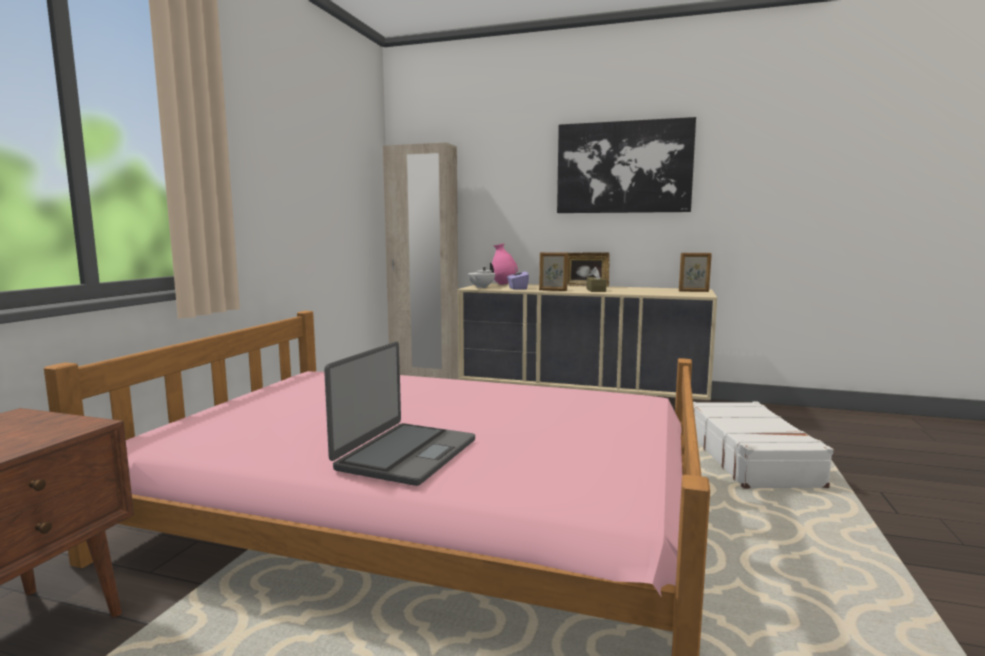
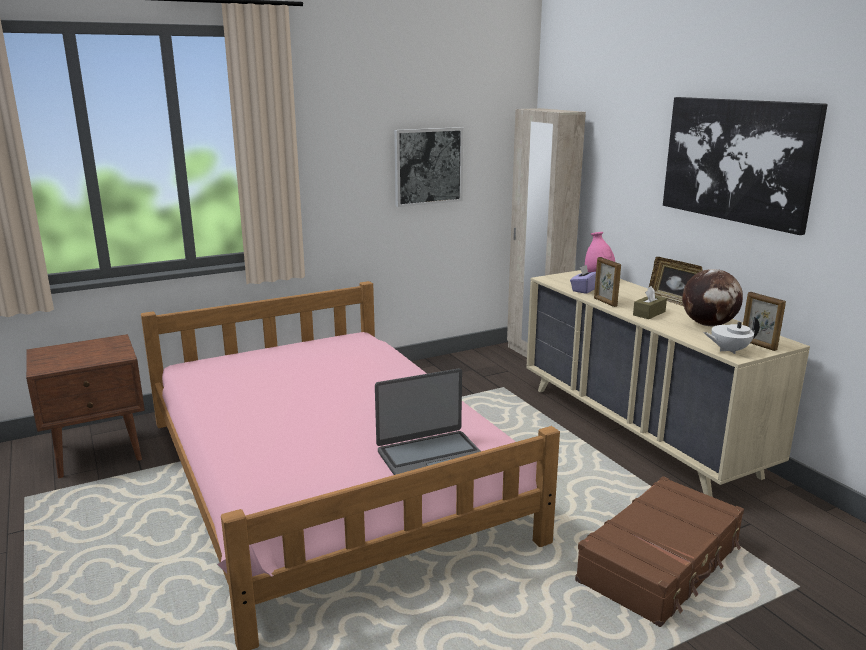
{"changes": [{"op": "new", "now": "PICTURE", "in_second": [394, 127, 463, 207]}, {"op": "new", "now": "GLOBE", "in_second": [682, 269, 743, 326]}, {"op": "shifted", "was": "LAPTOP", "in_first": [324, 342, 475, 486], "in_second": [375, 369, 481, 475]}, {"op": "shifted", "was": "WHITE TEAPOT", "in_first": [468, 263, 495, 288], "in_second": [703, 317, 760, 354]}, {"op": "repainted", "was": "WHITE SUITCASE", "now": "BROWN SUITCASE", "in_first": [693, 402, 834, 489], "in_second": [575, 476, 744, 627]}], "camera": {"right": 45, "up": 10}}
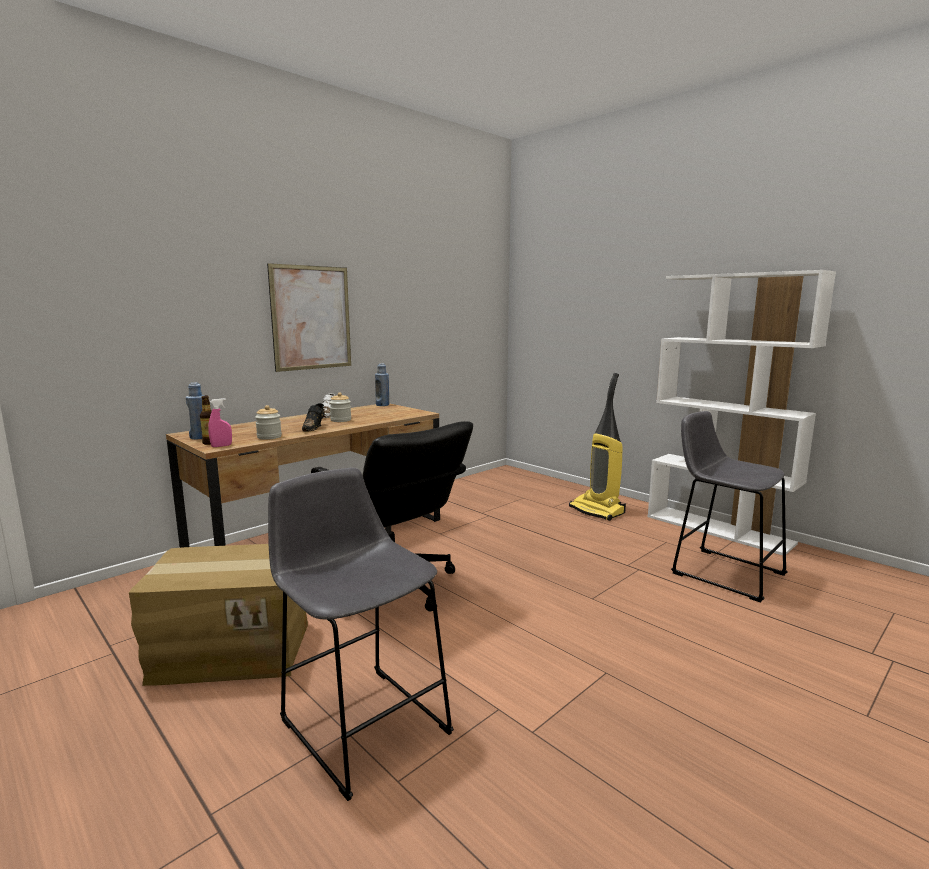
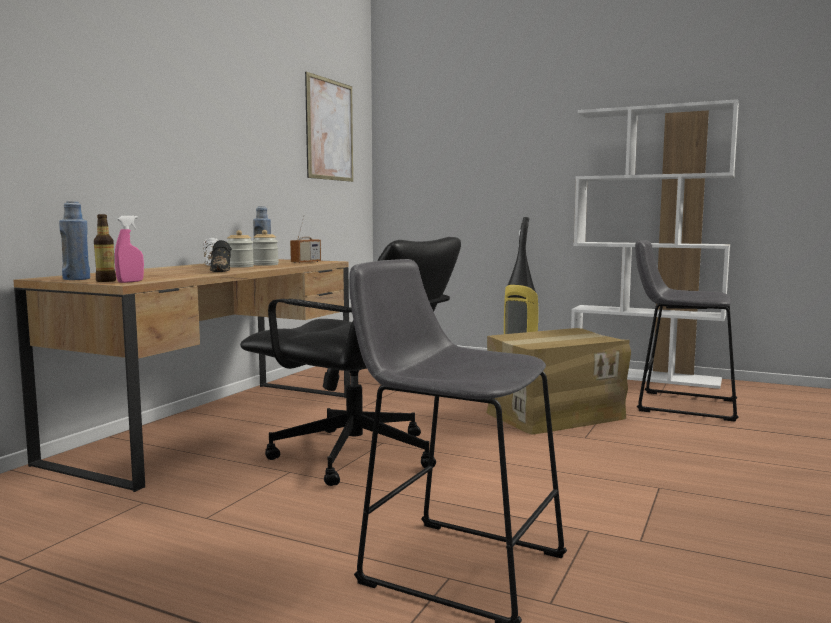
{"changes": [{"op": "new", "now": "RADIO", "in_second": [290, 217, 321, 263]}, {"op": "shifted", "was": "CARDBOARD BOX", "in_first": [129, 544, 308, 686], "in_second": [486, 328, 631, 435]}, {"op": "shifted", "was": "JAR", "in_first": [255, 405, 282, 440], "in_second": [252, 230, 279, 266]}, {"op": "shifted", "was": "PICTURE", "in_first": [267, 263, 351, 372], "in_second": [305, 72, 353, 182]}], "camera": {"right": -20, "up": -5}}
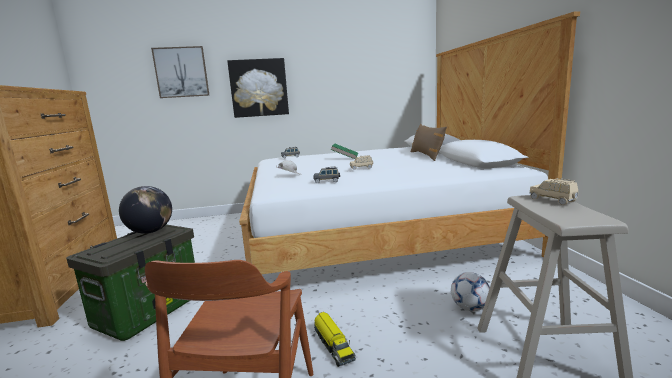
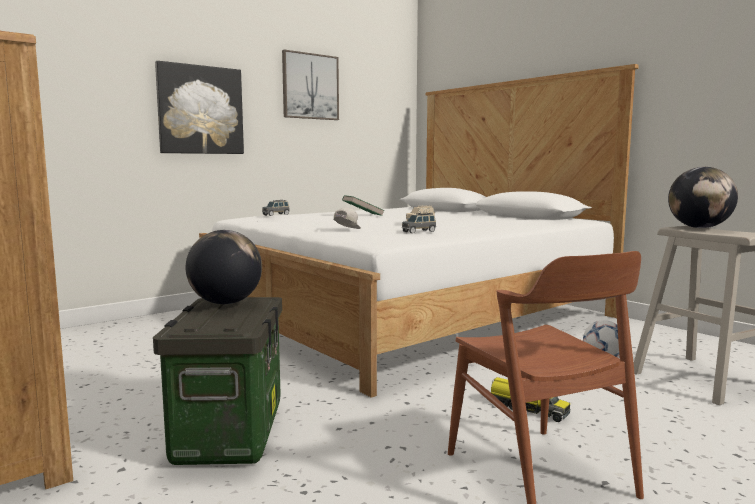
{"changes": [{"op": "gone", "was": "BROWN PILLOW", "in_first": [411, 124, 447, 161]}, {"op": "shifted", "was": "PICTURE", "in_first": [151, 46, 210, 98], "in_second": [282, 50, 339, 120]}, {"op": "swapped", "was": "BEIGE TOY CAR", "now": "GLOBE", "in_first": [529, 178, 578, 205], "in_second": [668, 167, 738, 228]}], "camera": {"right": -30, "up": -5}}
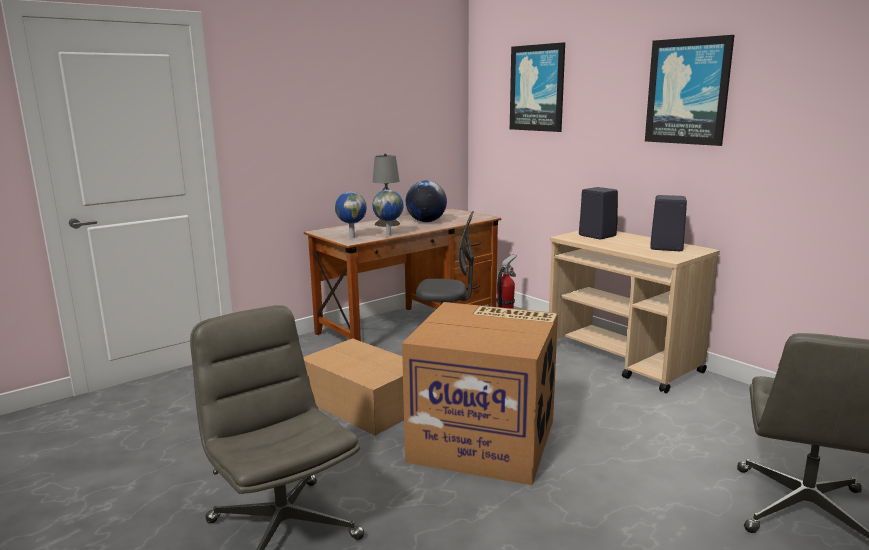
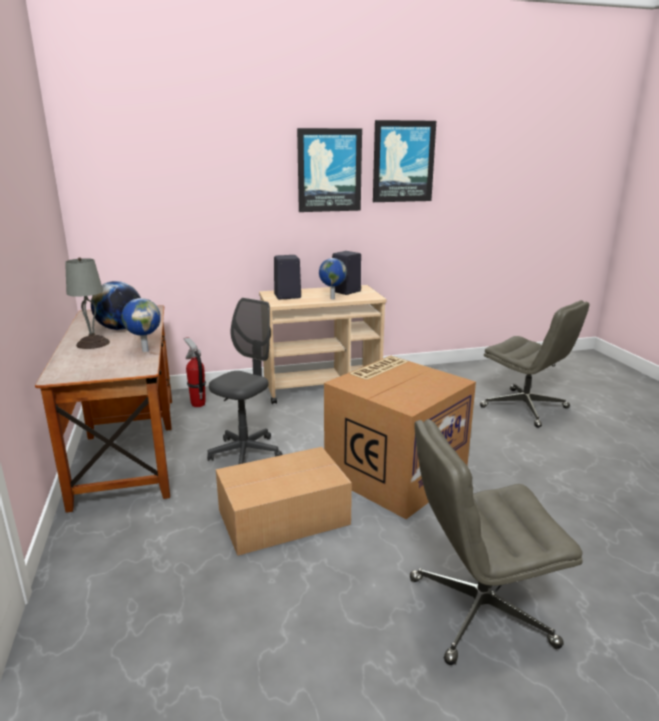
{"changes": [{"op": "shifted", "was": "GLOBE", "in_first": [335, 192, 367, 238], "in_second": [319, 258, 347, 300]}, {"op": "shifted", "was": "PICTURE", "in_first": [510, 42, 565, 132], "in_second": [373, 120, 436, 202]}], "camera": {"right": -65, "up": 5}}
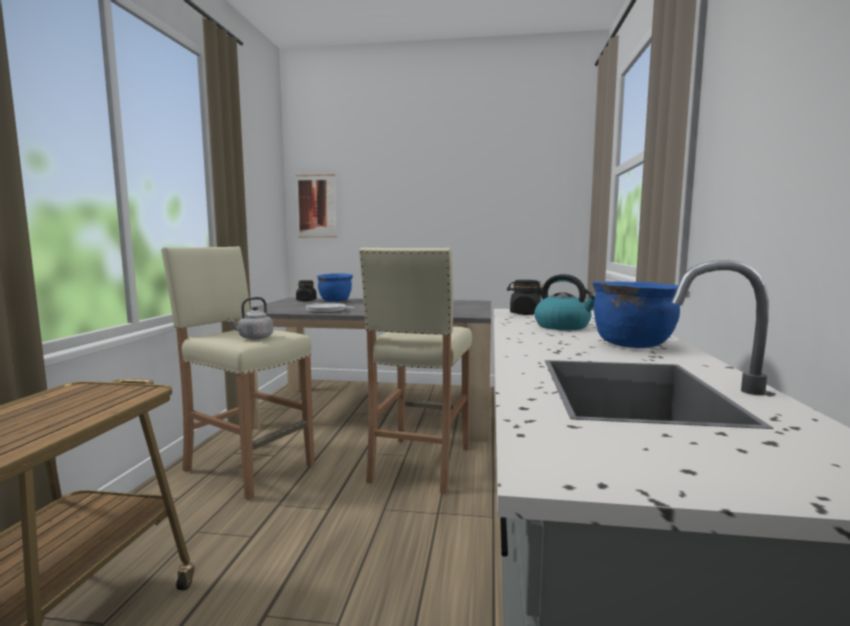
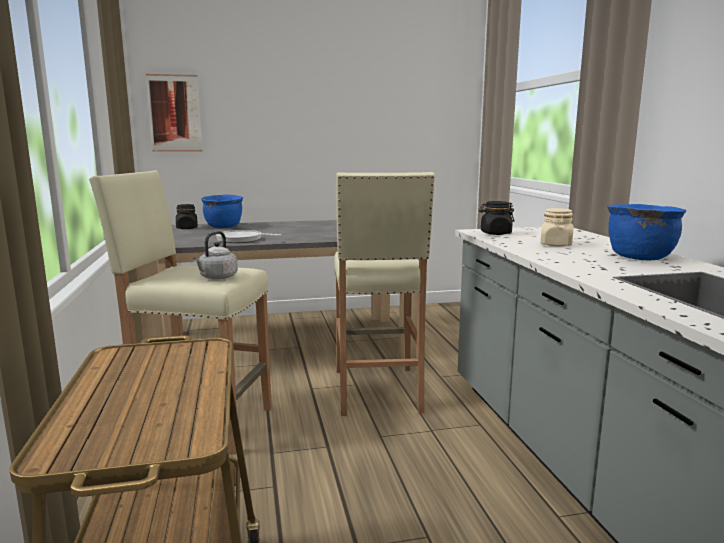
{"changes": [{"op": "swapped", "was": "KETTLE", "now": "BEIGE JAR", "in_first": [534, 274, 595, 330], "in_second": [541, 208, 573, 247]}], "camera": {"right": -20, "up": 5}}
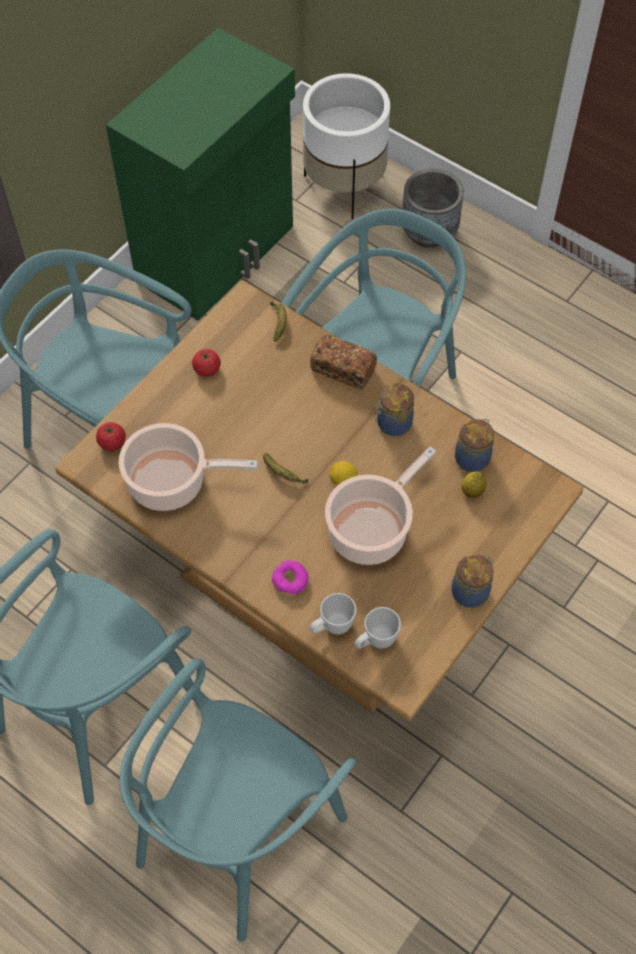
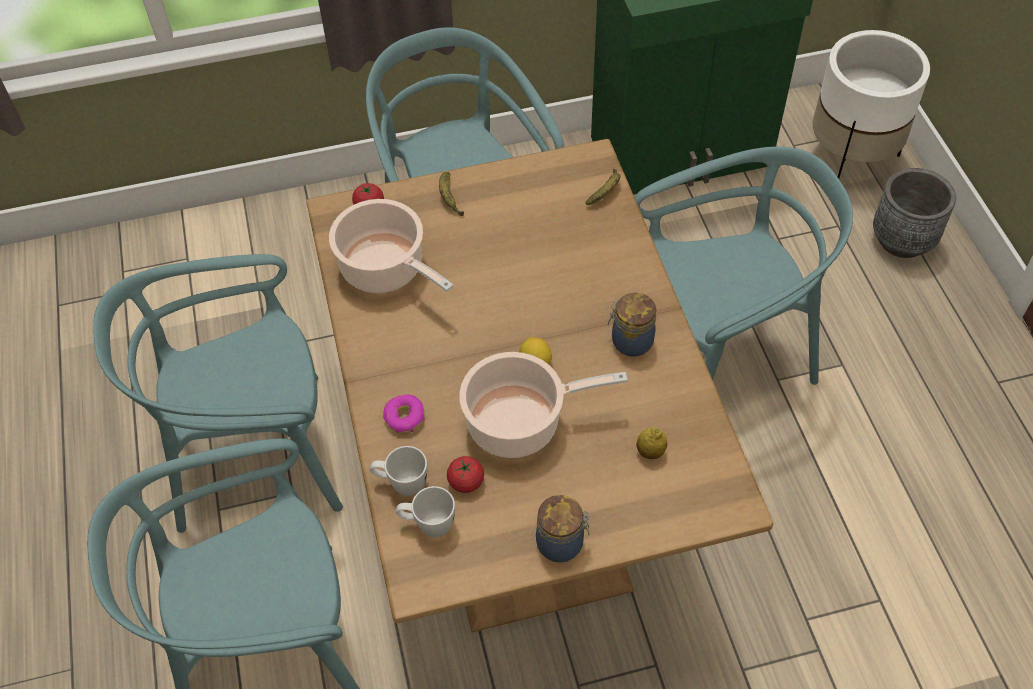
{"changes": [{"op": "gone", "was": "BREAD", "in_first": [310, 334, 377, 390]}, {"op": "gone", "was": "JAR", "in_first": [455, 418, 494, 472]}, {"op": "shifted", "was": "TOMATO", "in_first": [192, 349, 221, 377], "in_second": [447, 456, 484, 493]}, {"op": "shifted", "was": "BANANA", "in_first": [263, 453, 308, 484], "in_second": [439, 172, 464, 216]}], "camera": {"right": 40, "up": -5}}
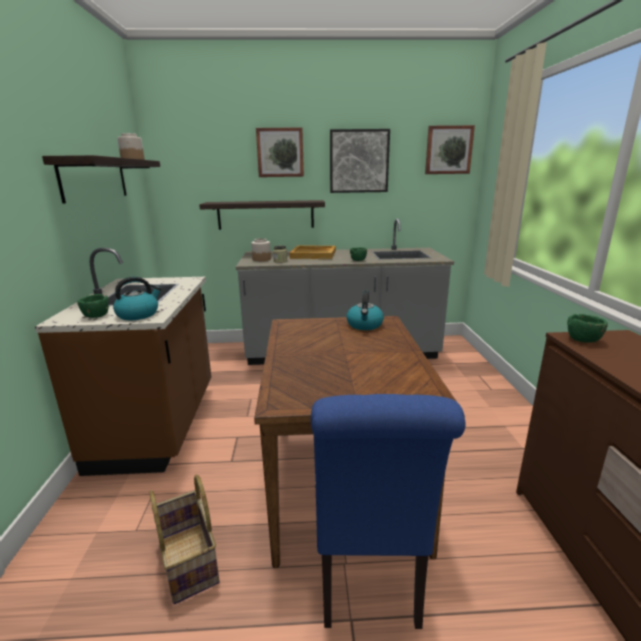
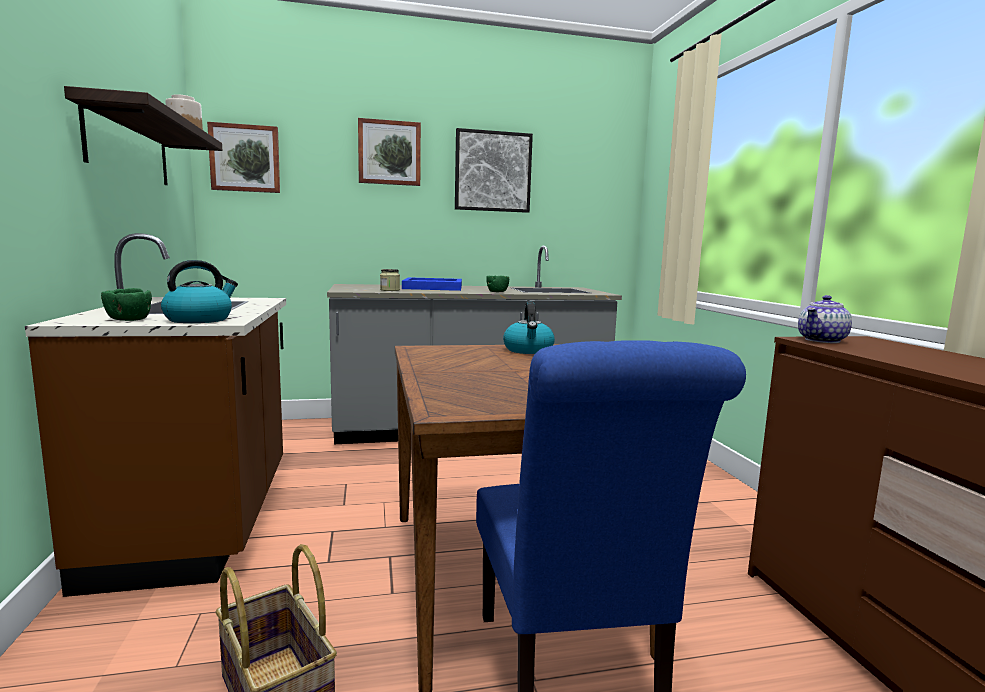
{"changes": [{"op": "gone", "was": "SHELF", "in_first": [199, 200, 325, 230]}, {"op": "gone", "was": "JAR", "in_first": [251, 238, 271, 261]}, {"op": "shifted", "was": "PICTURE", "in_first": [425, 125, 475, 174], "in_second": [207, 122, 280, 193]}, {"op": "swapped", "was": "GREEN BOWL", "now": "TEAPOT", "in_first": [567, 314, 608, 343], "in_second": [798, 295, 852, 343]}, {"op": "repainted", "was": "BEIGE TRAY", "now": "BLUE TRAY", "in_first": [290, 245, 336, 259], "in_second": [402, 277, 462, 291]}], "camera": {"right": -10, "up": -10}}
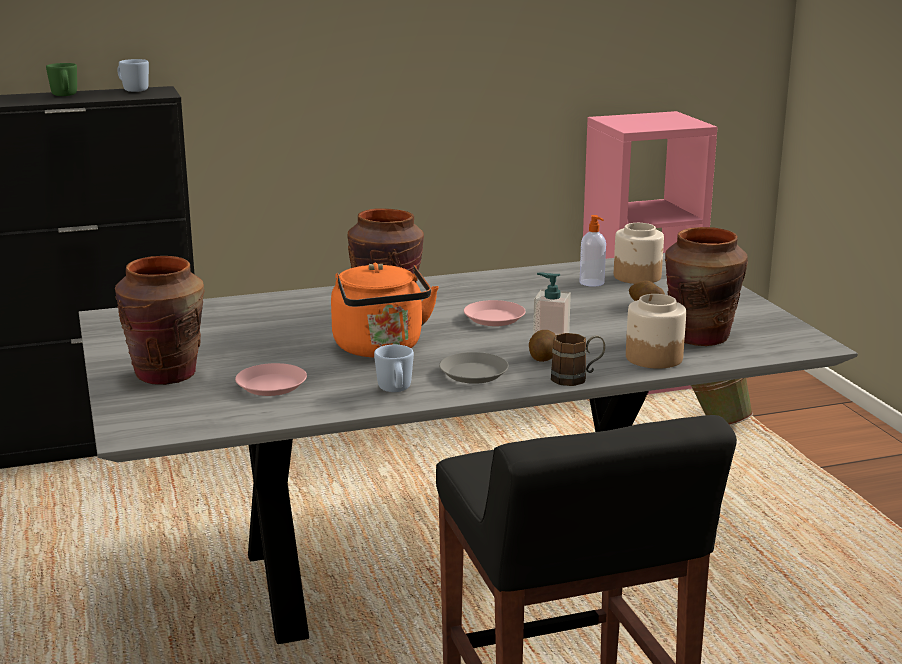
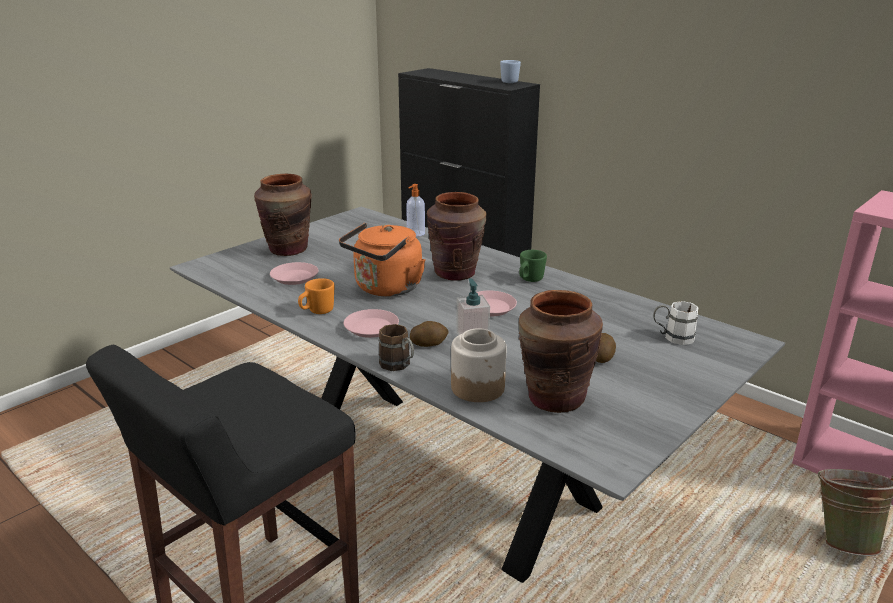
{"changes": [{"op": "shifted", "was": "GREEN MUG", "in_first": [46, 63, 77, 96], "in_second": [519, 250, 547, 282]}, {"op": "shifted", "was": "SOAP DISPENSER", "in_first": [580, 215, 606, 287], "in_second": [406, 184, 425, 237]}, {"op": "swapped", "was": "JAR", "now": "WHITE MUG", "in_first": [614, 223, 664, 284], "in_second": [653, 301, 698, 345]}, {"op": "repainted", "was": "BLUE MUG", "now": "ORANGE MUG", "in_first": [374, 345, 414, 392], "in_second": [298, 278, 334, 314]}, {"op": "repainted", "was": "GREY PLATE", "now": "PINK PLATE", "in_first": [439, 352, 509, 384], "in_second": [344, 309, 399, 338]}], "camera": {"right": 60, "up": 5}}
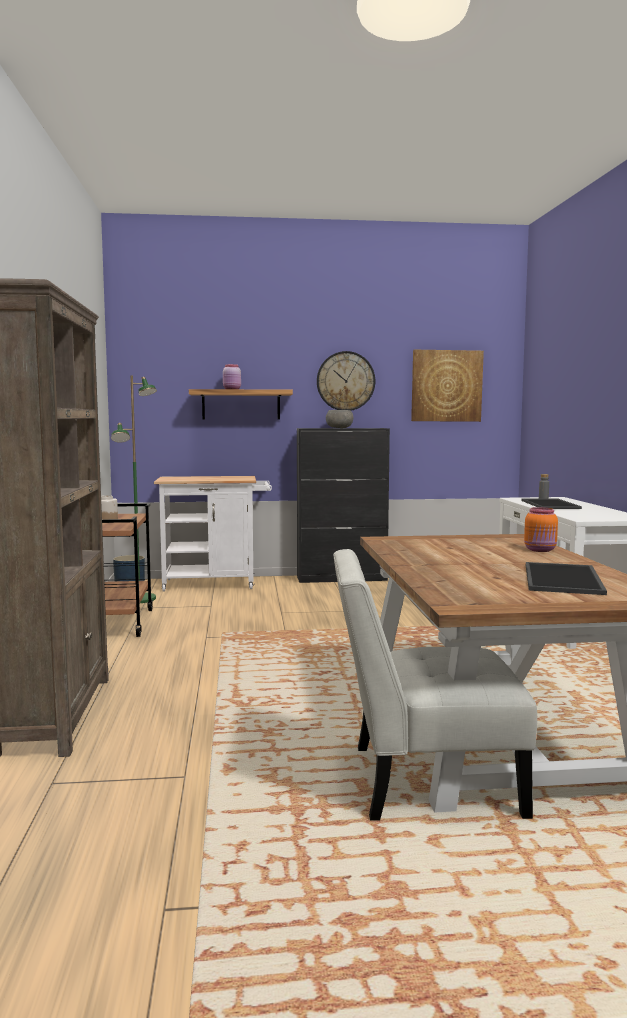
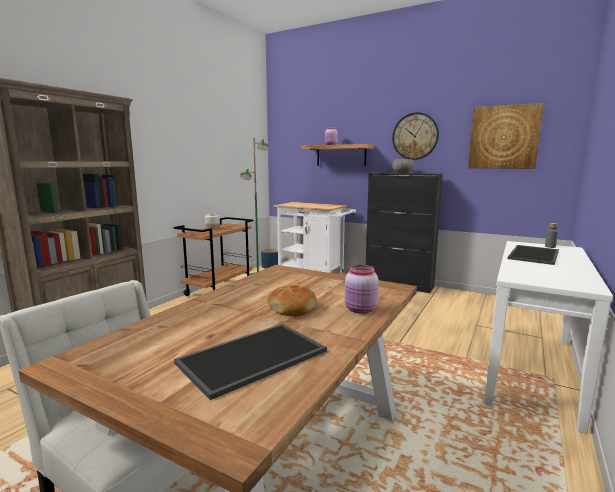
{"changes": [{"op": "new", "now": "BREAD", "in_second": [268, 285, 317, 316]}, {"op": "repainted", "was": "ORANGE JAR", "now": "PINK JAR", "in_first": [524, 507, 558, 552], "in_second": [345, 265, 379, 314]}], "camera": {"right": 35, "up": 5}}
